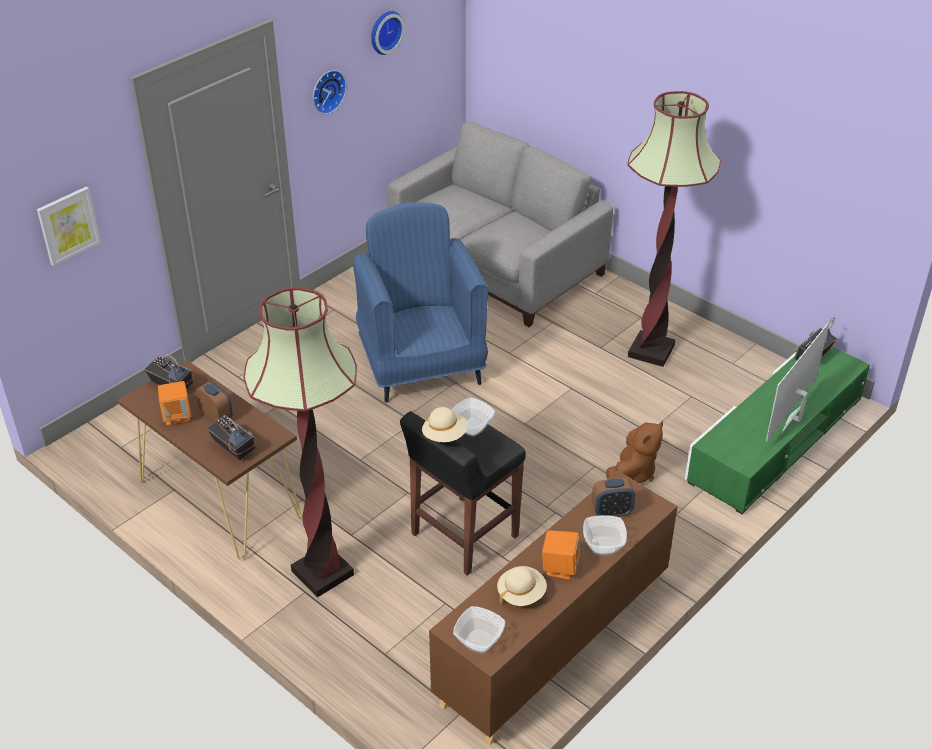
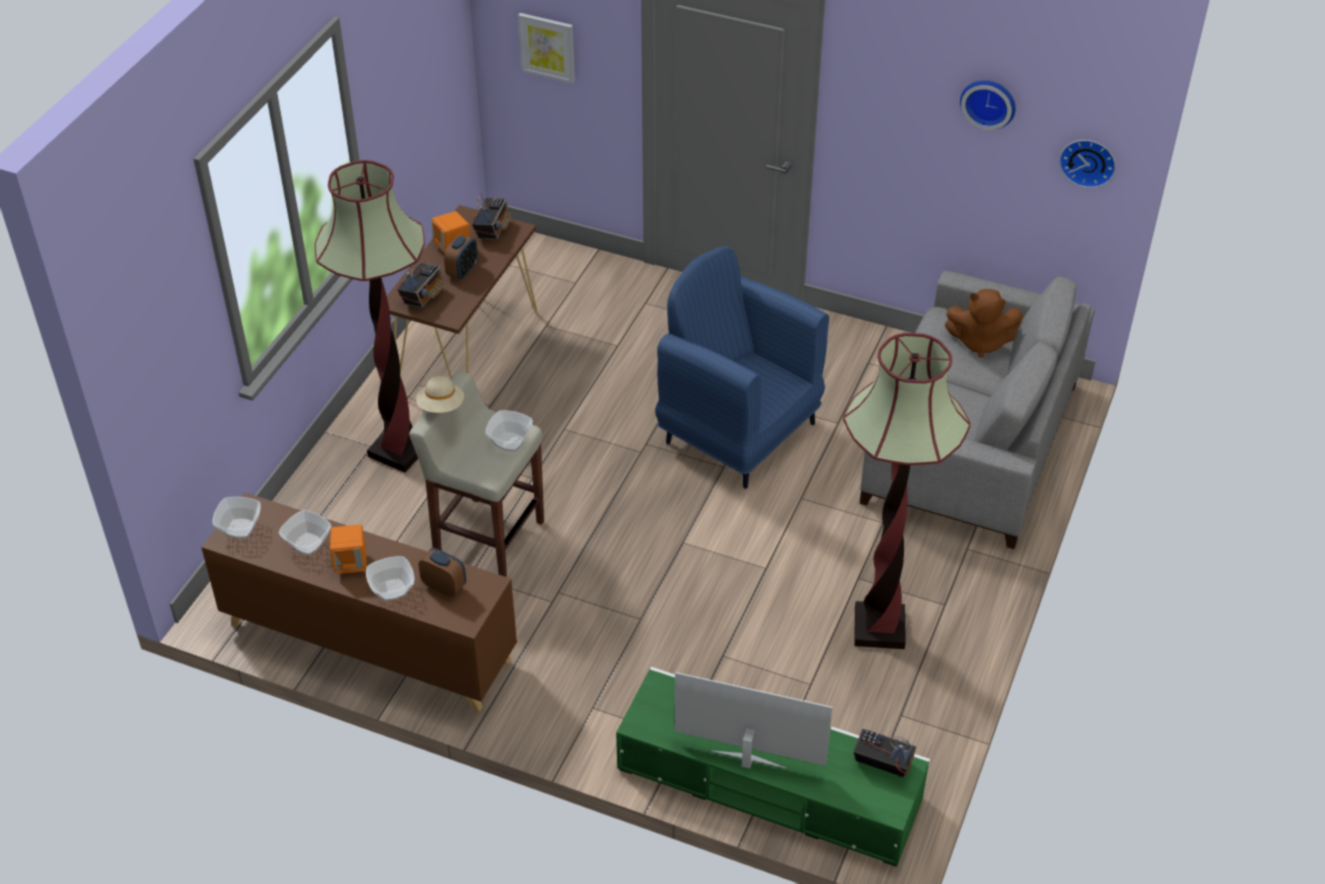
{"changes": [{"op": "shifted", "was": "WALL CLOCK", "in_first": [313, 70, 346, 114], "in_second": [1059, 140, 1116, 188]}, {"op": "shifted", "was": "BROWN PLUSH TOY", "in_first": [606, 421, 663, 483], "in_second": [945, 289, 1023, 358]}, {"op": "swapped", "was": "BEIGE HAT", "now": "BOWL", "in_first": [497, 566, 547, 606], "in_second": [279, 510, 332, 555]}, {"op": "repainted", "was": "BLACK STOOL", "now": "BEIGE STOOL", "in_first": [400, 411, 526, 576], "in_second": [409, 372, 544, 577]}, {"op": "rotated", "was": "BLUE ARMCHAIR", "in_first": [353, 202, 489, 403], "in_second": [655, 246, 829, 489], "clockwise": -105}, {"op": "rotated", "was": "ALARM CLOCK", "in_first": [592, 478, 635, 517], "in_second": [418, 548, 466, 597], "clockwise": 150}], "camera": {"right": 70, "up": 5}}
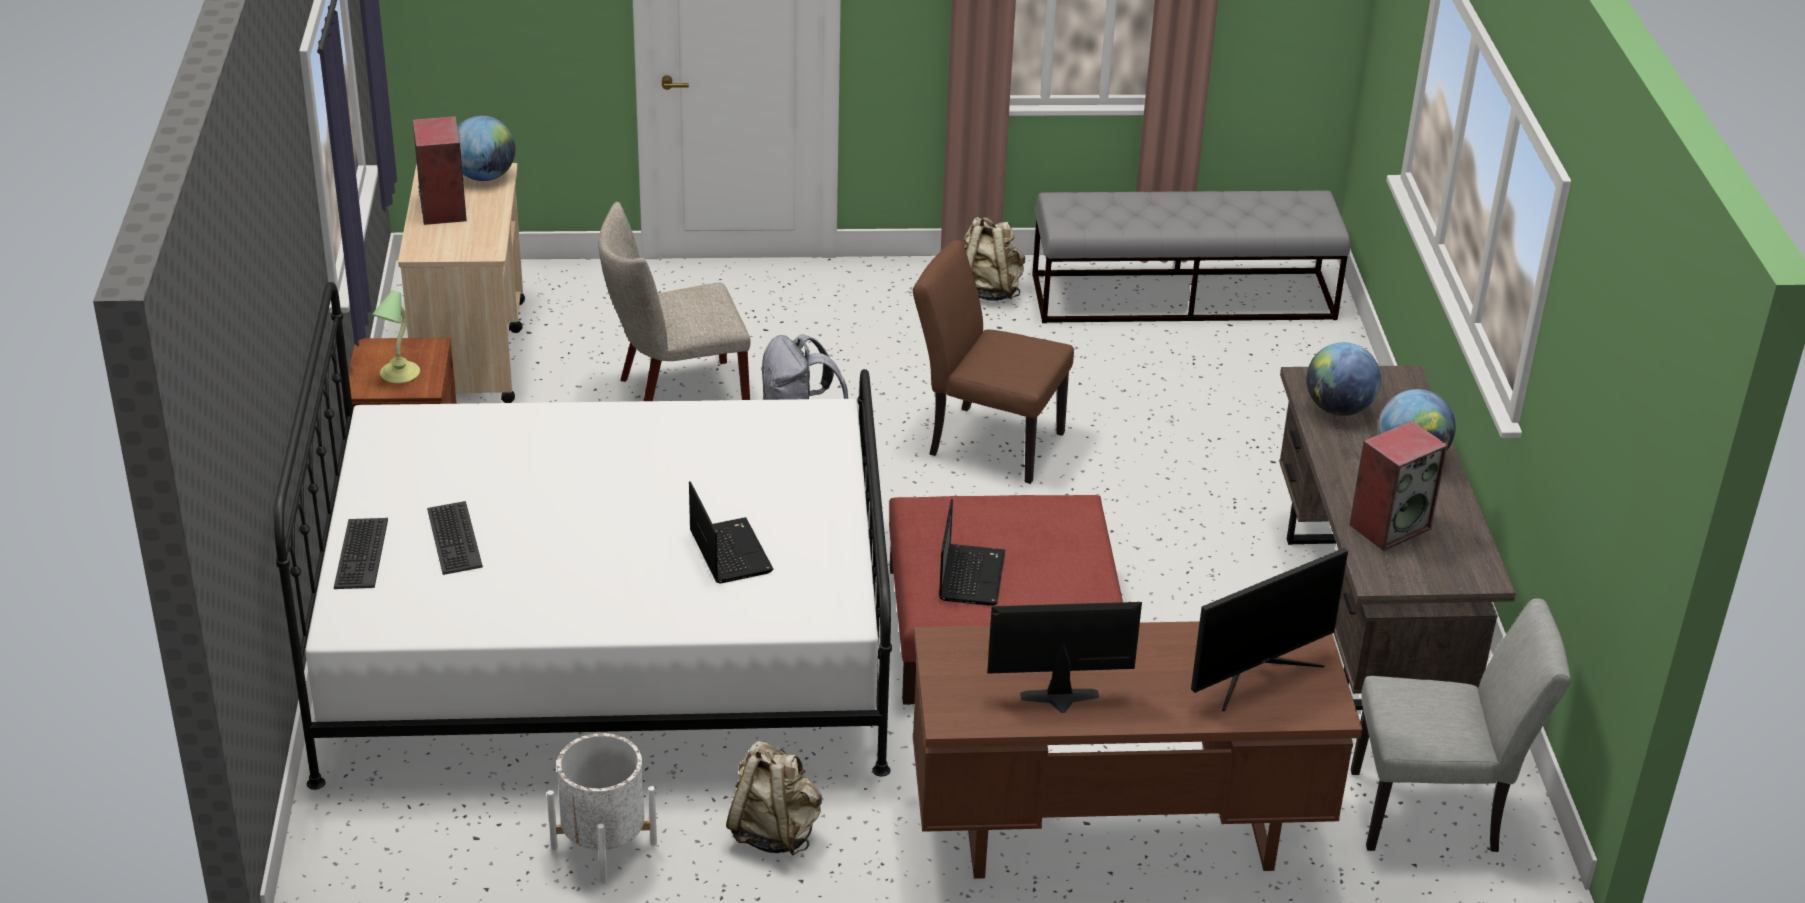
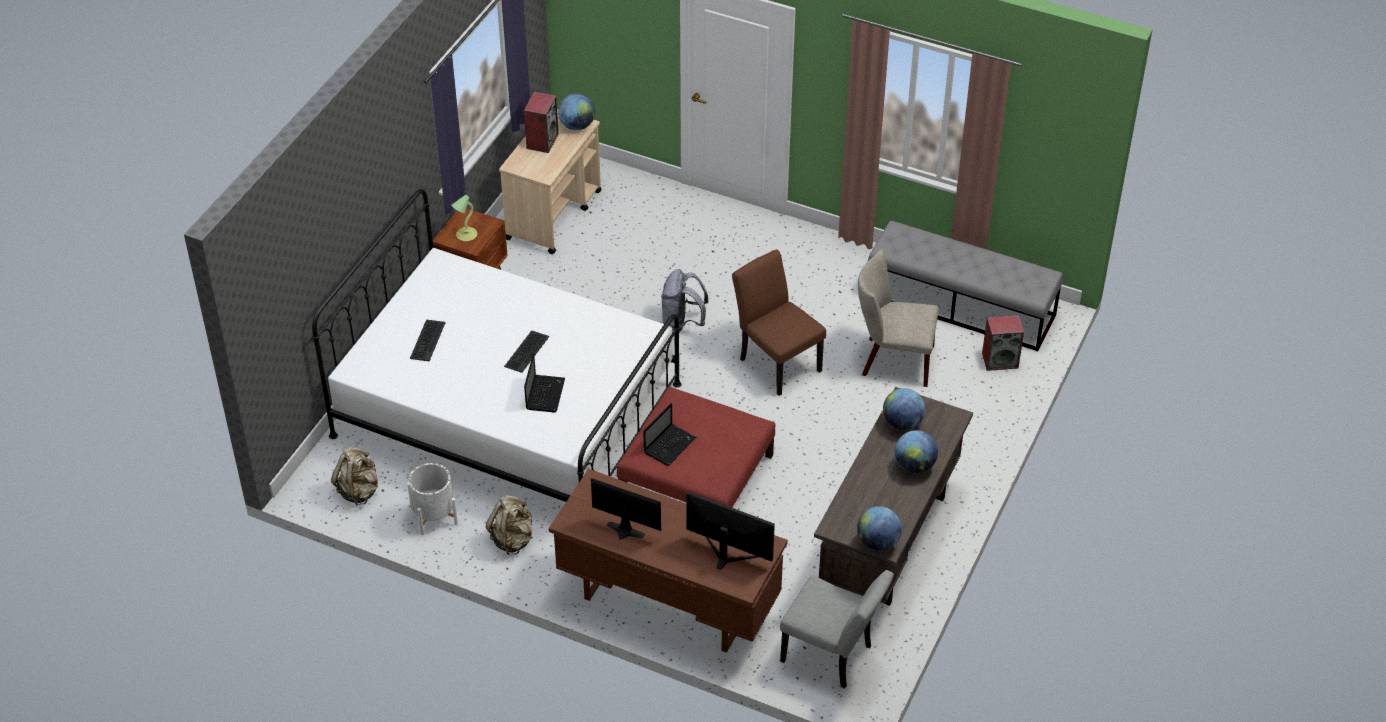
{"changes": [{"op": "new", "now": "GLOBE", "in_second": [857, 506, 902, 551]}, {"op": "shifted", "was": "KEYBOARD", "in_first": [334, 518, 388, 589], "in_second": [504, 330, 549, 373]}, {"op": "shifted", "was": "BEIGE CHAIR", "in_first": [598, 202, 751, 401], "in_second": [858, 249, 939, 387]}, {"op": "shifted", "was": "BEIGE BACKPACK", "in_first": [964, 217, 1025, 301], "in_second": [331, 447, 378, 506]}, {"op": "shifted", "was": "SPEAKER", "in_first": [1349, 421, 1448, 551], "in_second": [982, 315, 1024, 371]}, {"op": "rotated", "was": "MONITOR", "in_first": [1191, 548, 1348, 711], "in_second": [686, 492, 775, 570], "clockwise": -150}], "camera": {"right": 30, "up": 10}}
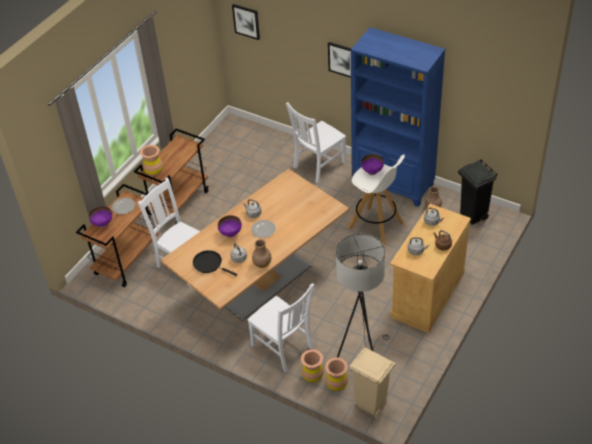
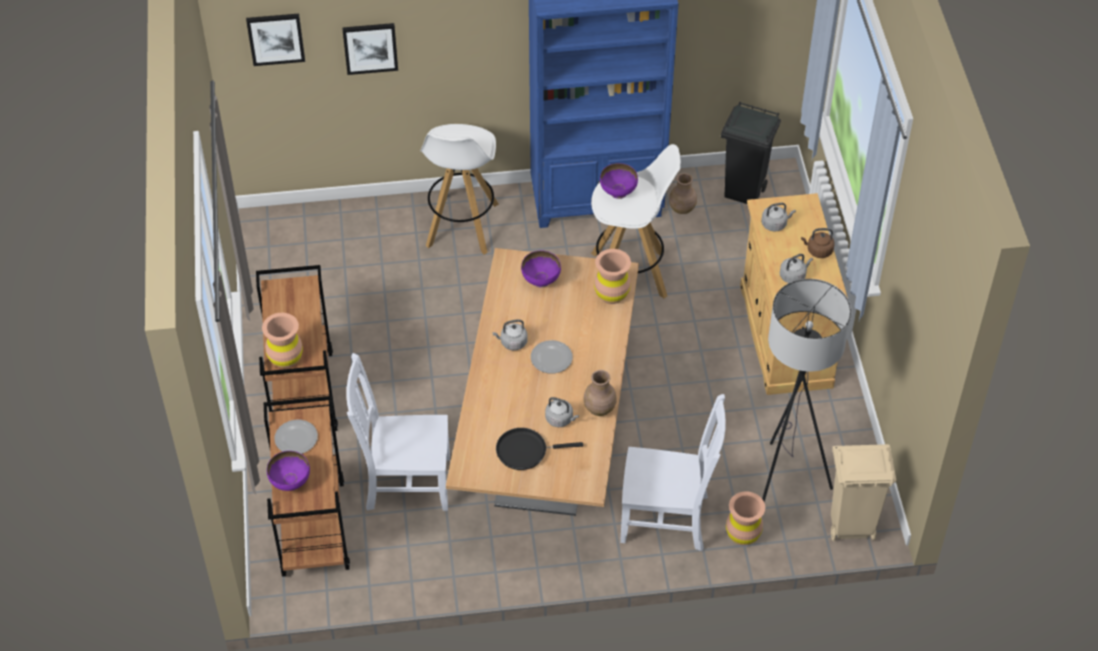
{"changes": [{"op": "shifted", "was": "PURPLE BOWL", "in_first": [218, 215, 242, 238], "in_second": [521, 251, 561, 288]}, {"op": "shifted", "was": "BROWN VASE", "in_first": [325, 358, 348, 391], "in_second": [594, 249, 631, 304]}, {"op": "shifted", "was": "PICTURE", "in_first": [328, 42, 351, 78], "in_second": [342, 23, 398, 75]}, {"op": "swapped", "was": "WHITE CHAIR", "now": "WHITE STOOL", "in_first": [286, 102, 346, 183], "in_second": [420, 124, 499, 255]}], "camera": {"right": -40, "up": 5}}
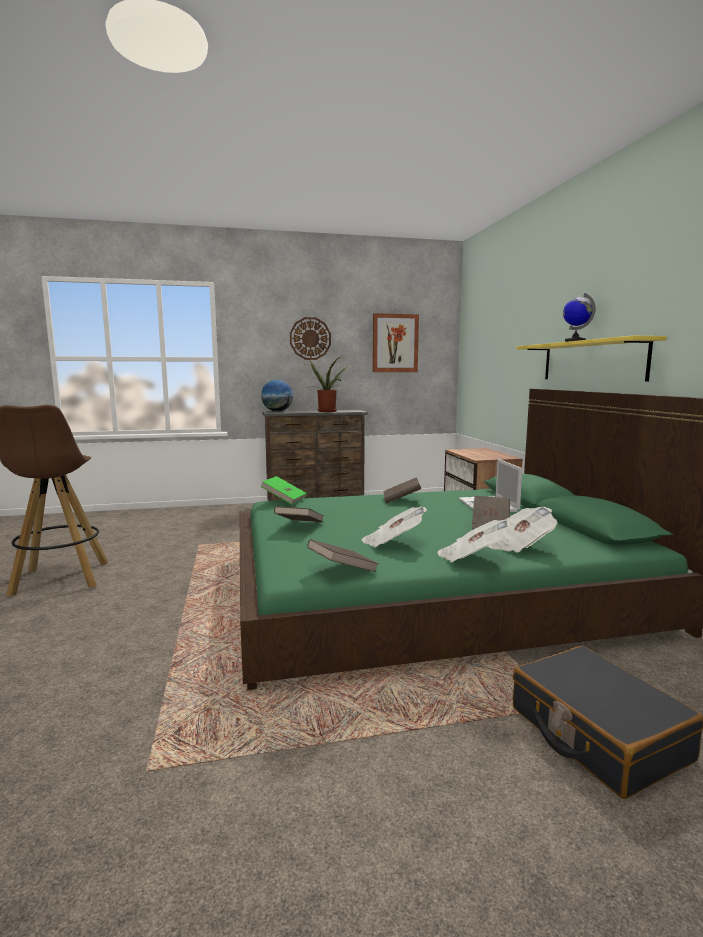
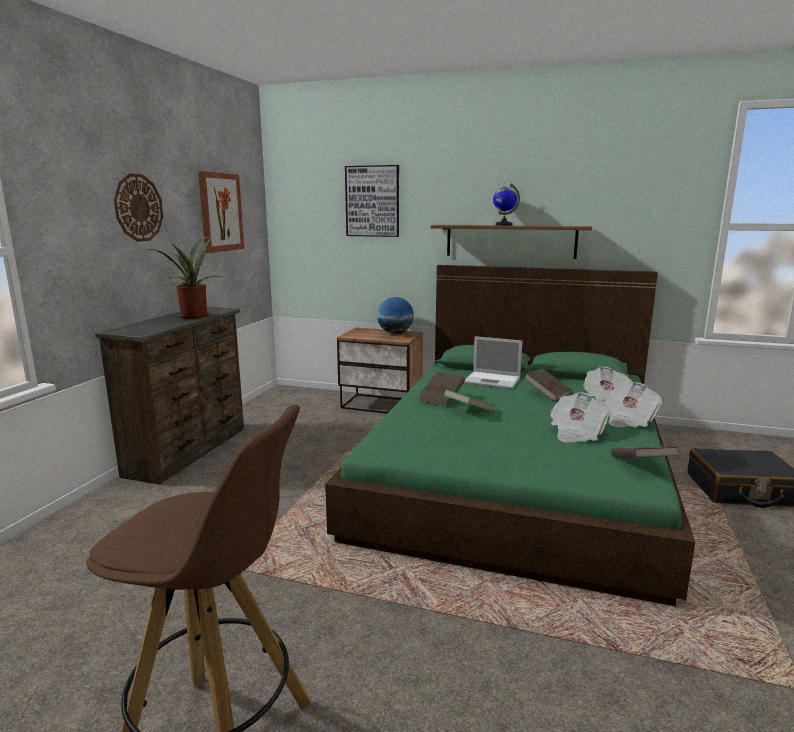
{"changes": [{"op": "gone", "was": "BROWN BOOK", "in_first": [274, 506, 324, 522]}, {"op": "new", "now": "PICTURE", "in_second": [345, 165, 399, 237]}, {"op": "shifted", "was": "GREEN BOOK", "in_first": [260, 476, 307, 504], "in_second": [444, 389, 496, 412]}, {"op": "shifted", "was": "GLOBE", "in_first": [261, 380, 293, 412], "in_second": [377, 297, 414, 334]}, {"op": "repainted", "was": "YELLOW SHELF", "now": "BROWN SHELF", "in_first": [516, 336, 666, 382], "in_second": [430, 225, 592, 259]}], "camera": {"right": -60, "up": 5}}
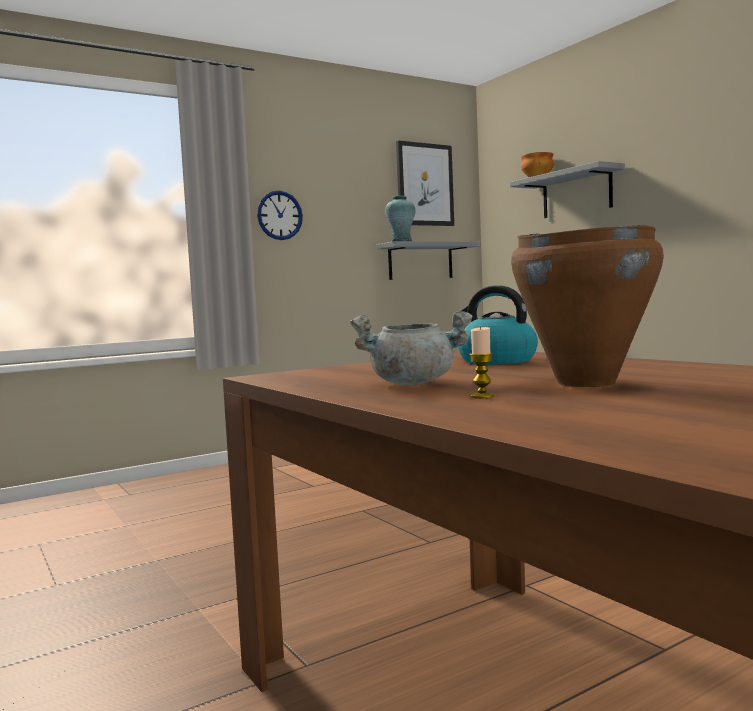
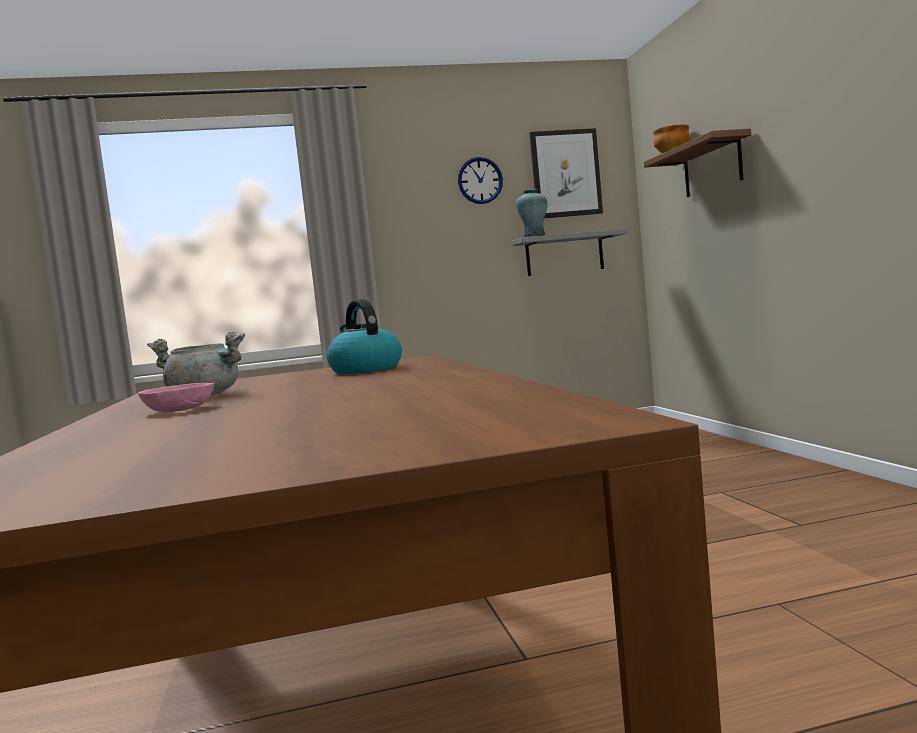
{"changes": [{"op": "gone", "was": "BROWN COOKING POT", "in_first": [511, 225, 664, 387]}, {"op": "shifted", "was": "WALL CLOCK", "in_first": [257, 191, 303, 240], "in_second": [458, 157, 503, 204]}, {"op": "swapped", "was": "CANDLE", "now": "PINK BOWL", "in_first": [469, 327, 494, 398], "in_second": [138, 383, 214, 412]}, {"op": "repainted", "was": "GREY SHELF", "now": "BROWN SHELF", "in_first": [510, 161, 625, 218], "in_second": [644, 129, 751, 197]}], "camera": {"right": 20, "up": 0}}
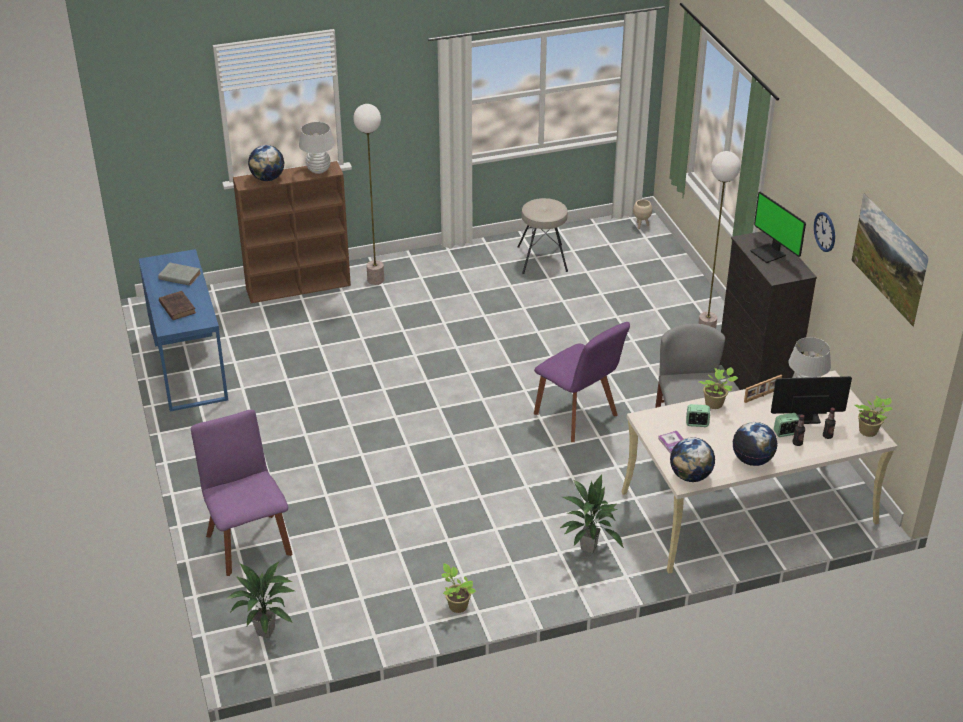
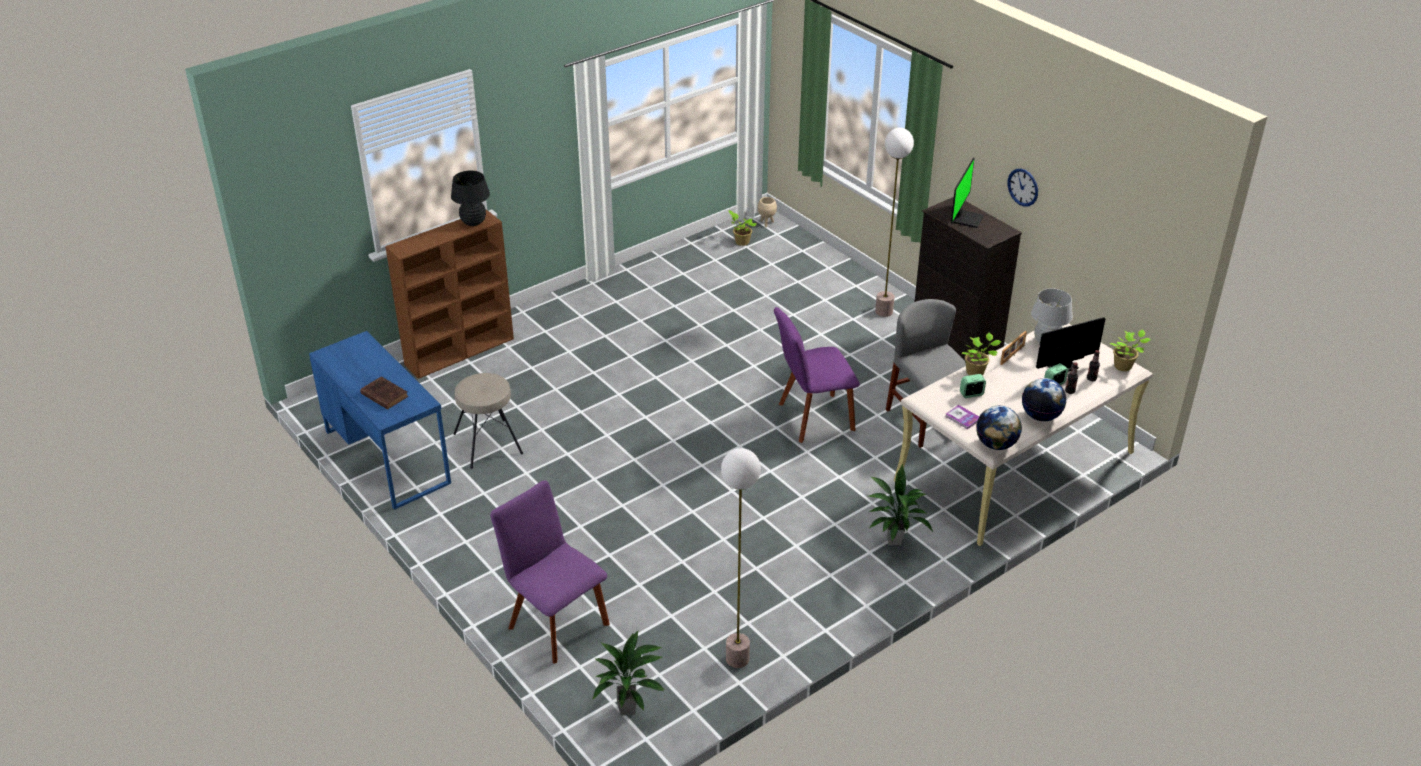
{"changes": [{"op": "gone", "was": "GREY BOOK", "in_first": [158, 263, 201, 286]}, {"op": "gone", "was": "GLOBE", "in_first": [248, 145, 284, 181]}, {"op": "gone", "was": "PICTURE", "in_first": [851, 193, 929, 327]}, {"op": "shifted", "was": "FLOOR LAMP", "in_first": [353, 104, 384, 285], "in_second": [721, 448, 761, 668]}, {"op": "shifted", "was": "POTTED PLANT", "in_first": [441, 563, 476, 613], "in_second": [728, 210, 757, 246]}, {"op": "shifted", "was": "BEIGE STOOL", "in_first": [518, 198, 568, 274], "in_second": [453, 373, 523, 469]}, {"op": "repainted", "was": "WHITE TABLE LAMP", "now": "BLACK TABLE LAMP", "in_first": [299, 122, 335, 174], "in_second": [451, 170, 490, 226]}, {"op": "rotated", "was": "PURPLE CHAIR", "in_first": [534, 322, 630, 442], "in_second": [774, 307, 860, 443], "clockwise": 135}, {"op": "rotated", "was": "MONITOR", "in_first": [750, 192, 806, 263], "in_second": [951, 158, 984, 228], "clockwise": -105}], "camera": {"right": -20, "up": 0}}
